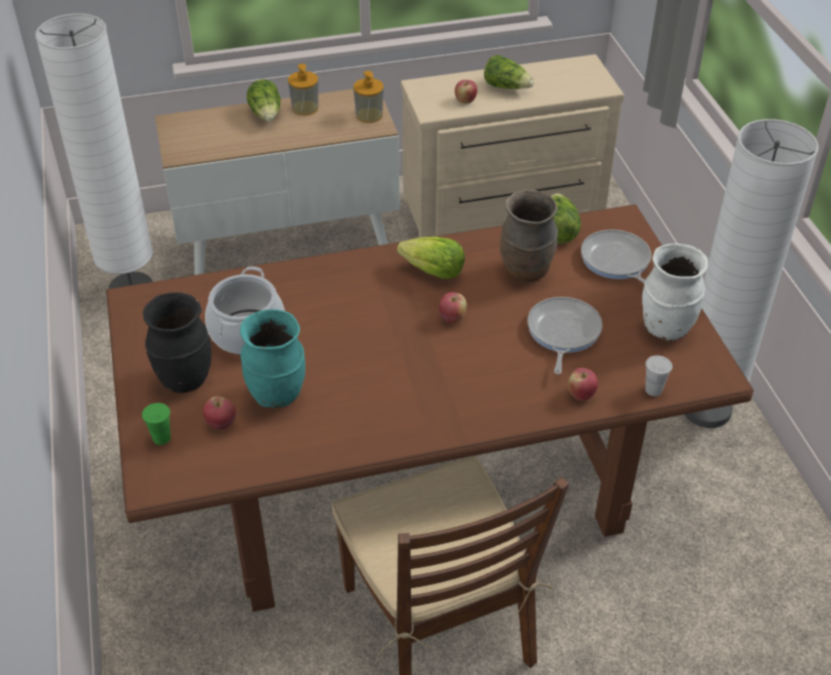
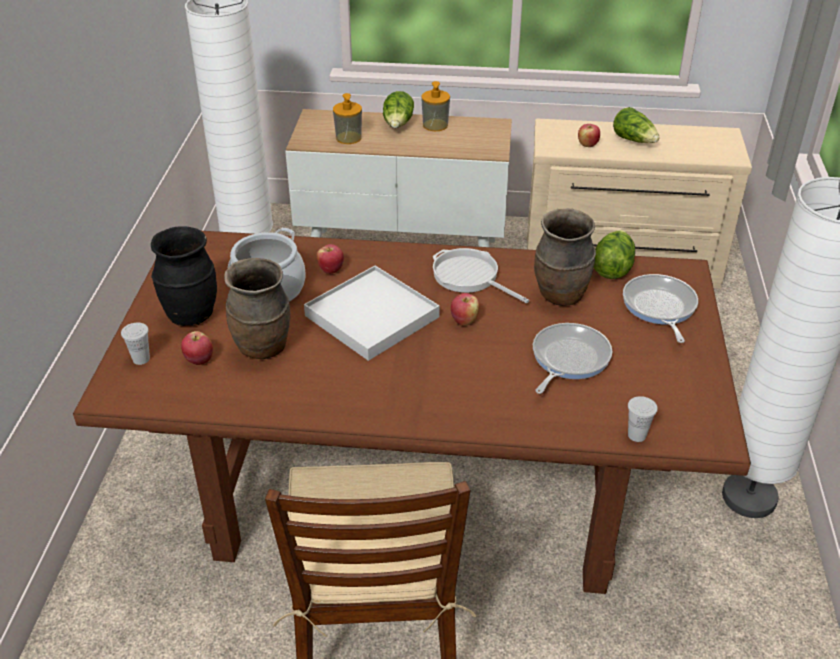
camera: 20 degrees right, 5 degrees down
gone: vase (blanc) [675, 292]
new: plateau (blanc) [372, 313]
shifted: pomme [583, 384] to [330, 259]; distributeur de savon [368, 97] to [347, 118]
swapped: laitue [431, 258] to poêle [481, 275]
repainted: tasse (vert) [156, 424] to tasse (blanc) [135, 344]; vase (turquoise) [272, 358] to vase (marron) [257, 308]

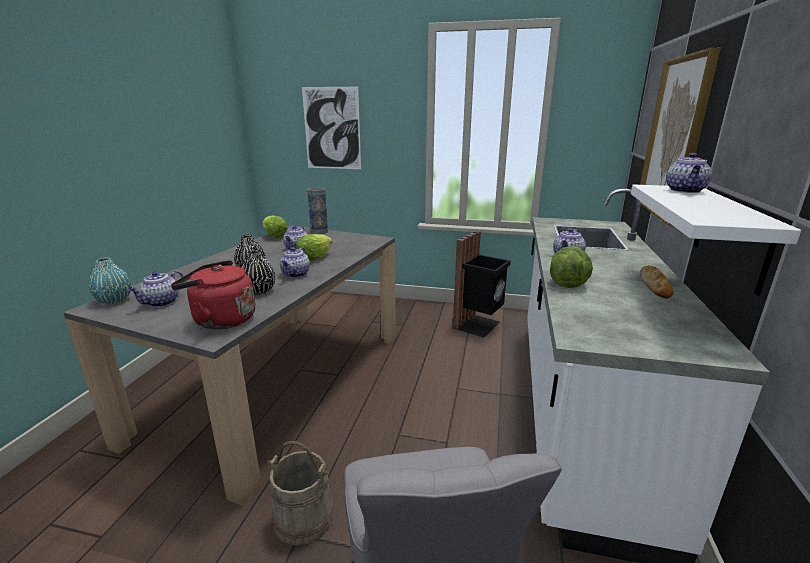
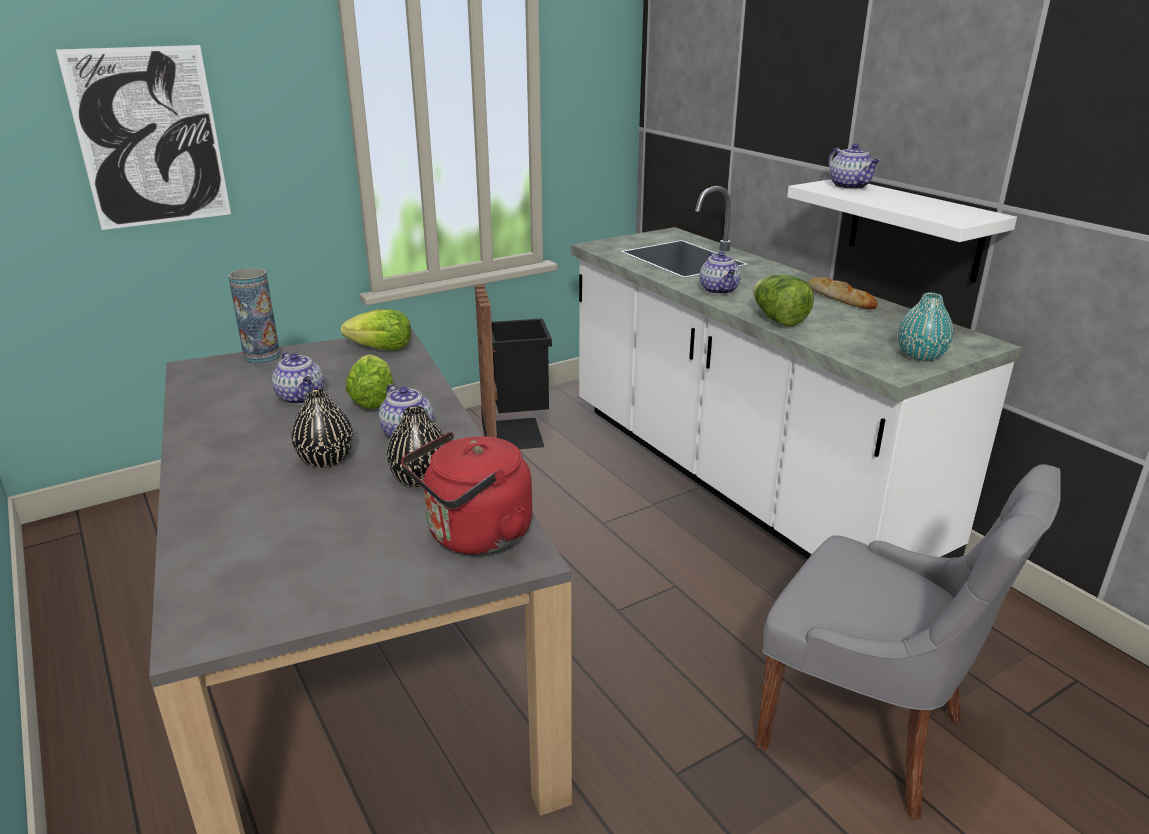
camera: 45 degrees left, 5 degrees up
gone: théière [156, 289]; seau (beige) [300, 493]; tableau [680, 137]
shifted: laitue [275, 226] to [376, 330]; vase (turquoise) [110, 280] to [925, 326]

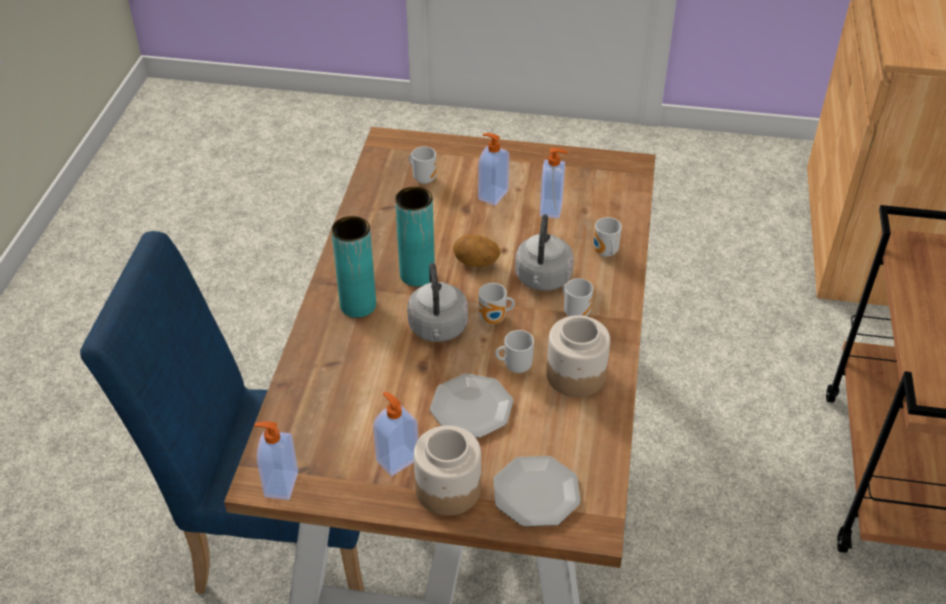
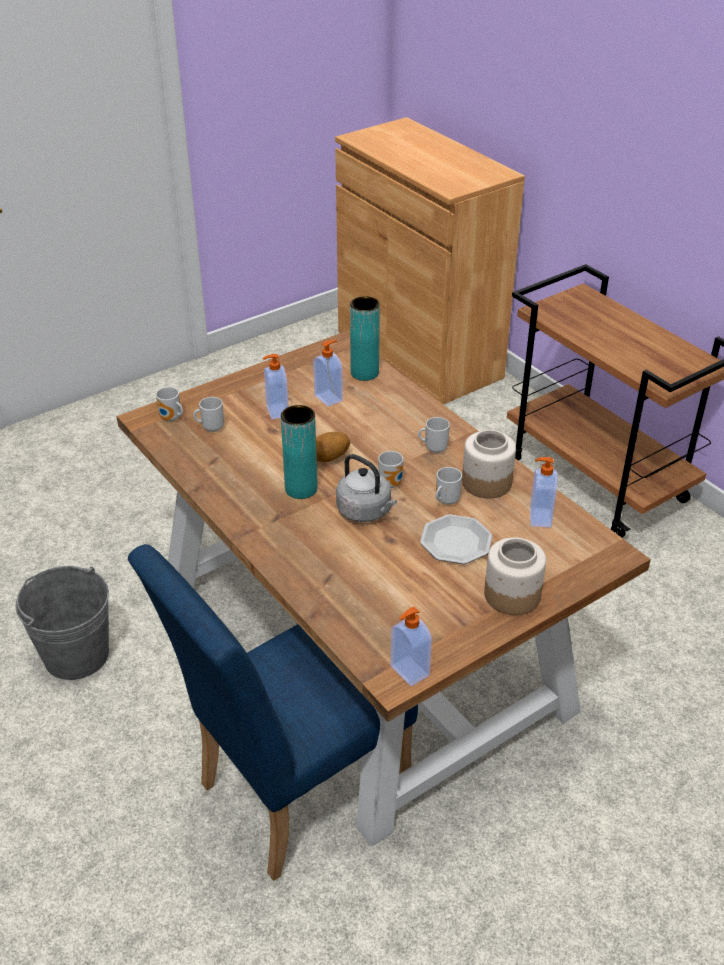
camera: 45 degrees left, 5 degrees down
gone: assiette [537, 491]; bouilloire (gris) [544, 252]
new: seau (gris) [62, 623]
shifted: mug [608, 237] to [169, 404]; vase (turquoise) [353, 267] to [365, 338]; distributeur de savon [395, 434] to [543, 492]

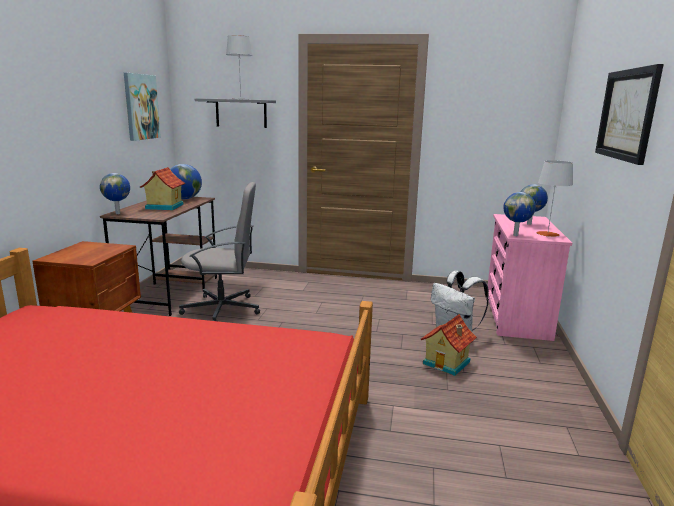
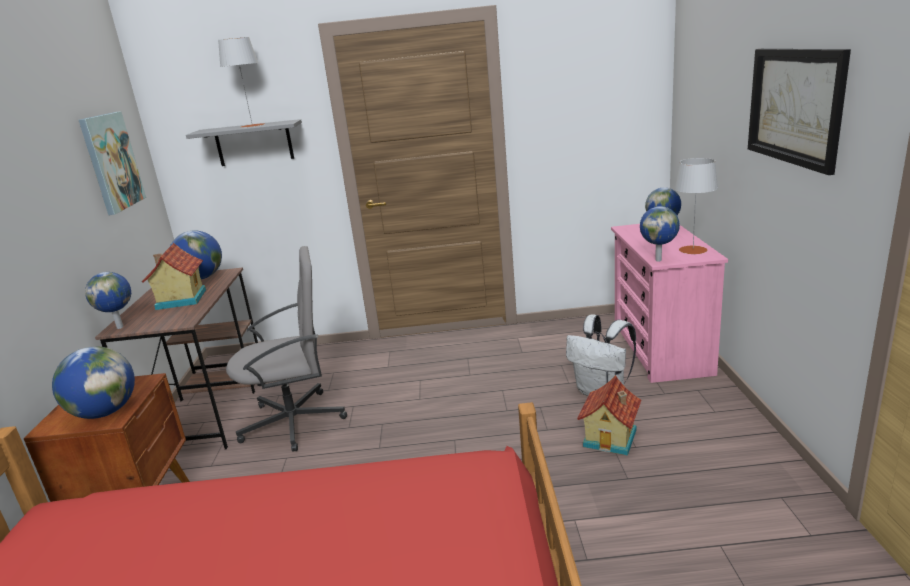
camera: 10 degrees left, 5 degrees up
new: globe [93, 383]

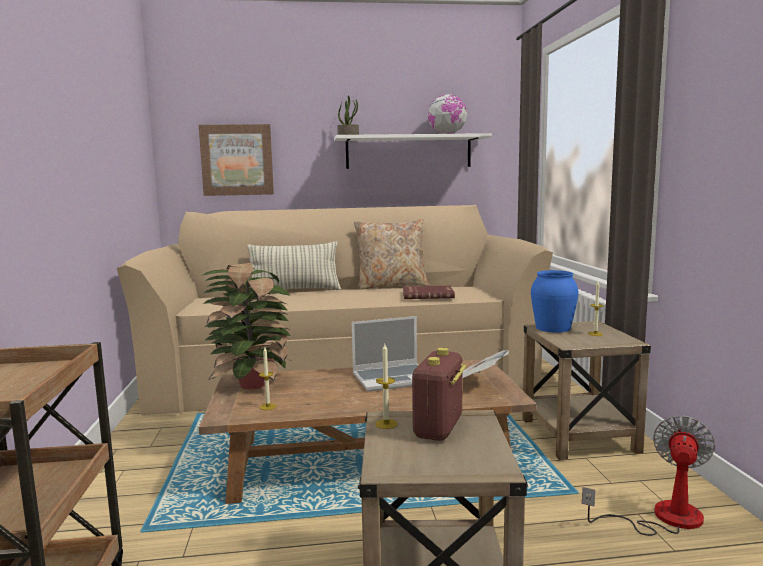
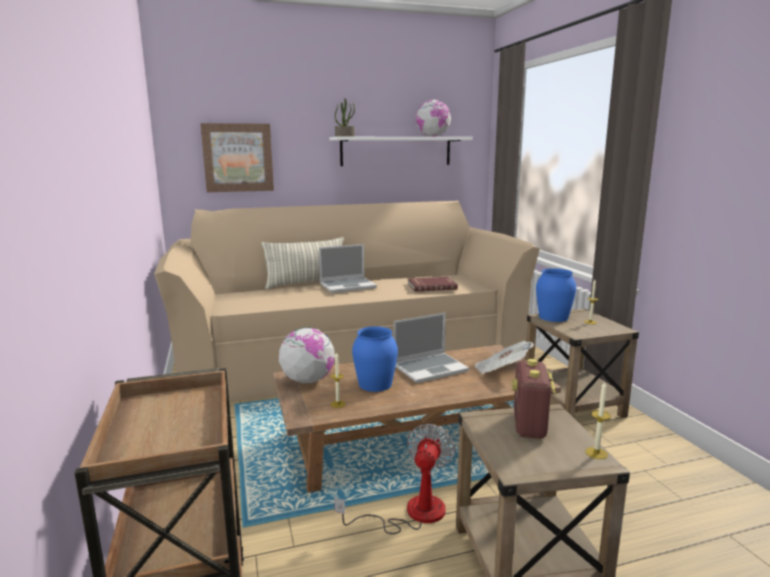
camera: 10 degrees left, 5 degrees up
gone: coussin (beige) [391, 254]
new: ordinateur portable [348, 268]; vase (bleu) [375, 359]
shifted: ventilateur [648, 475] to [394, 479]; bougie [386, 386] to [598, 420]
swapped: plante en pot [246, 326] to globe [307, 355]

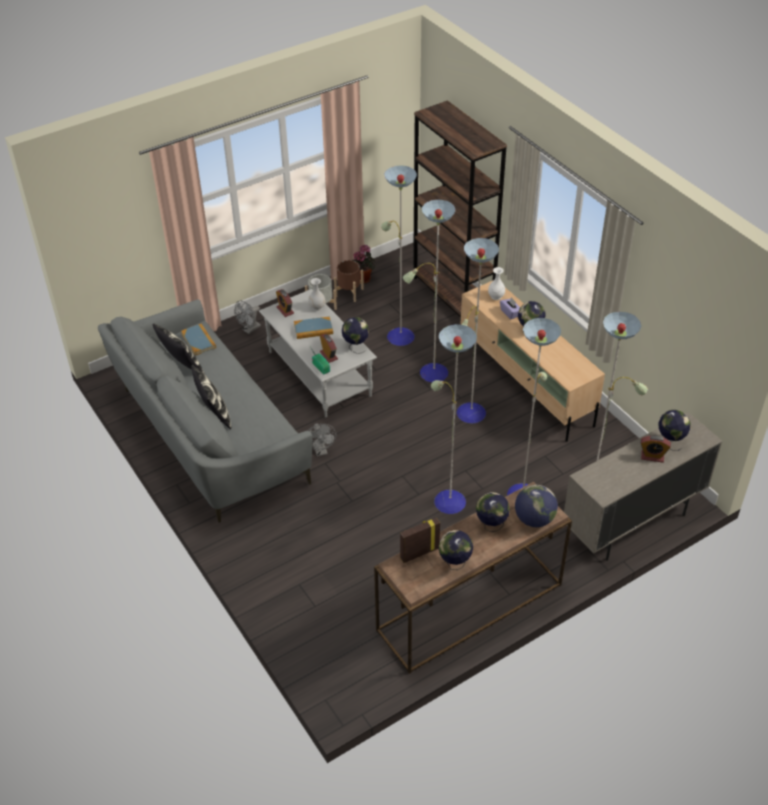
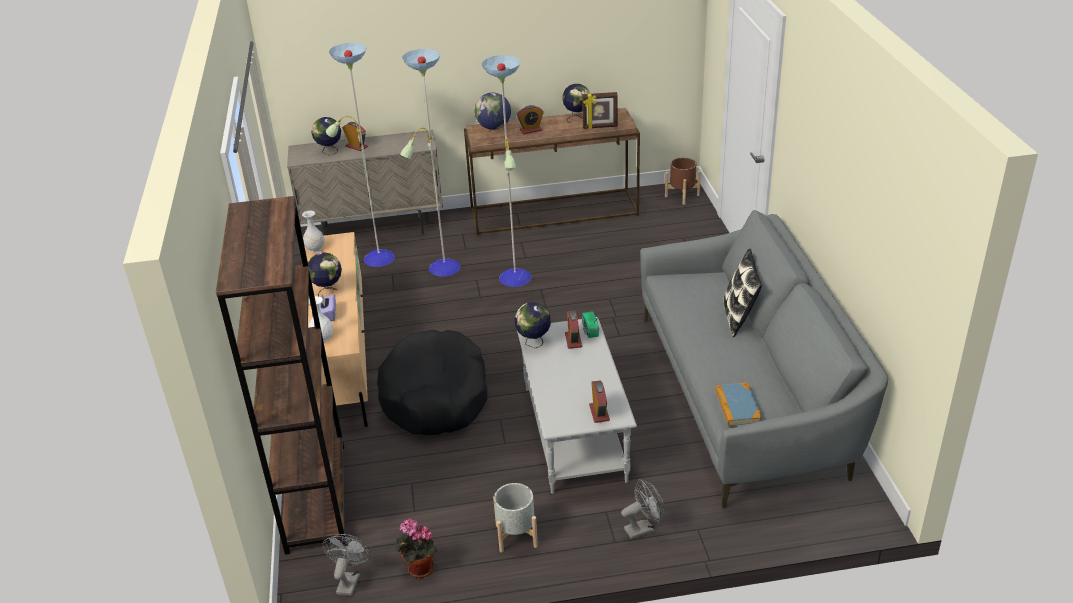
camera: 155 degrees left, 10 degrees down
gone: coussin [178, 348]; livre [313, 327]
shifted: vase (blanc) [317, 294] to [313, 232]; ventilateur (gris) [322, 439] to [346, 565]; cache-pot (marron) [349, 281] to [683, 181]
swapped: lampadaire [440, 294] to panier pour chien (noir) [432, 382]; globe [493, 512] to réveil [530, 119]

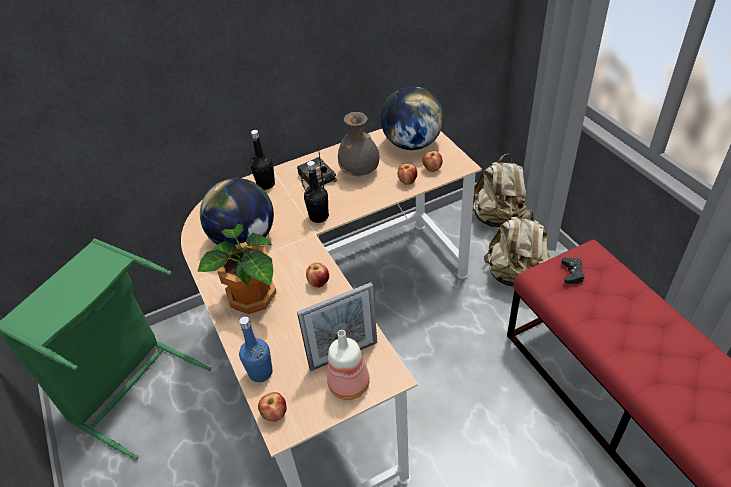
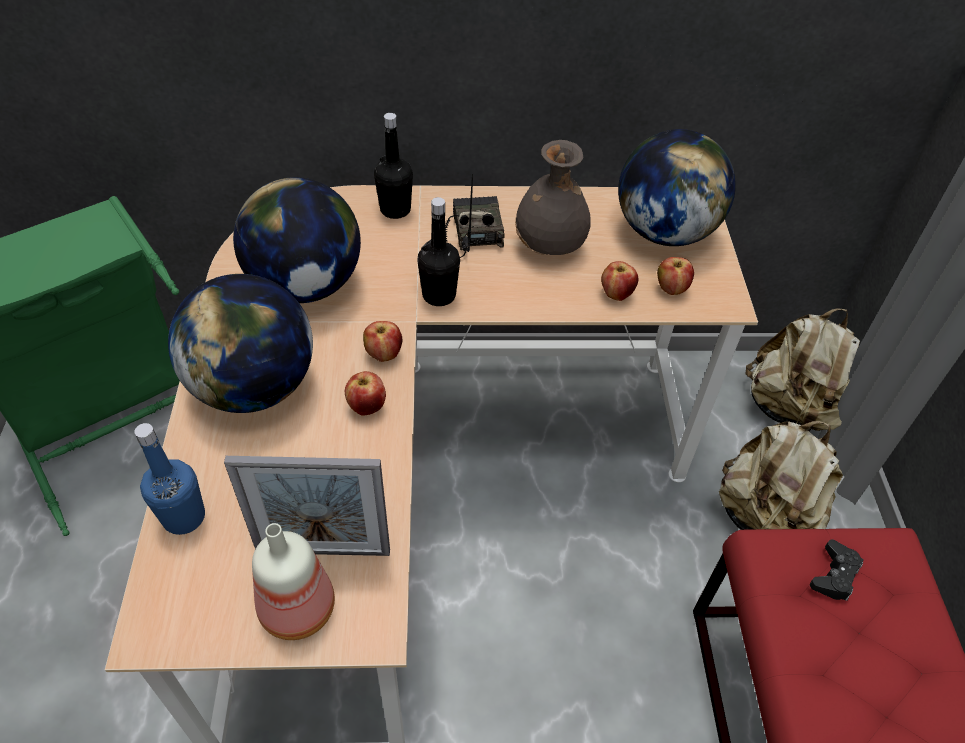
camera: 20 degrees right, 5 degrees up
shifted: pomme [272, 406] to [382, 341]
swapped: plante en pot [237, 269] to globe [240, 343]

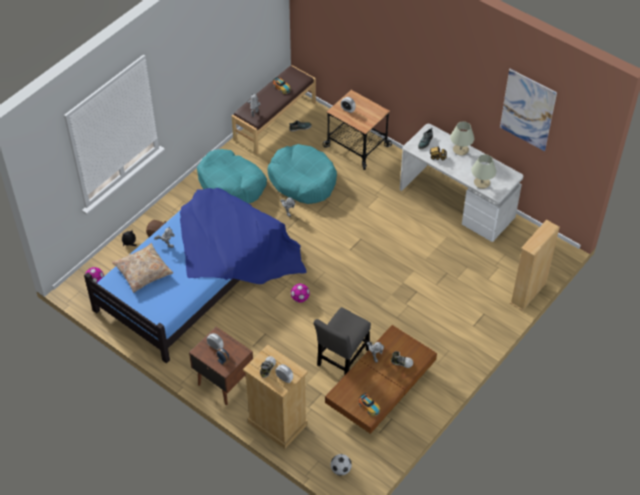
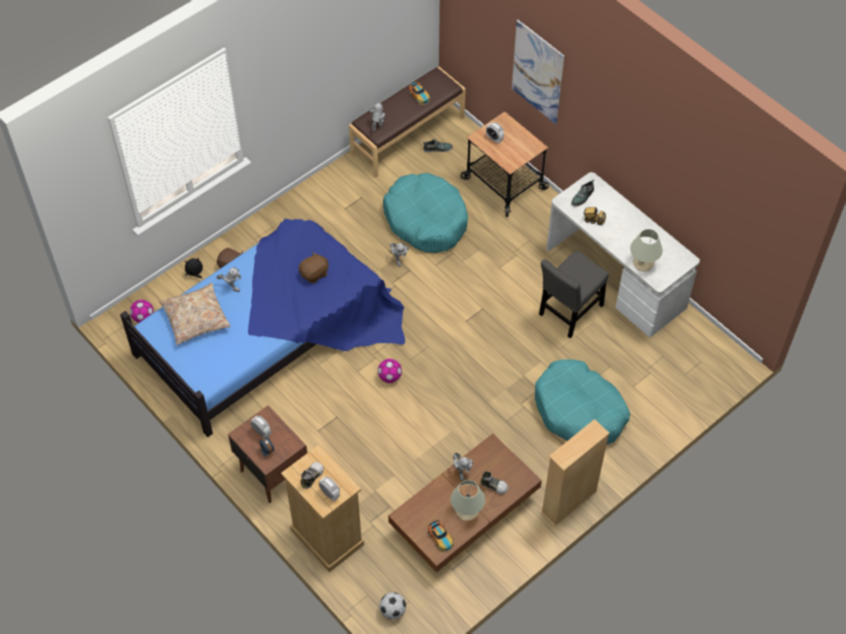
camera: 10 degrees right, 5 degrees up
new: peluche (marron) [313, 268]
shifted: lampe de table (beige) [462, 138] to [468, 500]; tableau [528, 110] to [538, 71]; panier pour chien (turquoise) [232, 176] to [582, 402]; chaise (gris) [342, 341] to [574, 294]; bibliothèque (beige) [535, 265] to [575, 473]

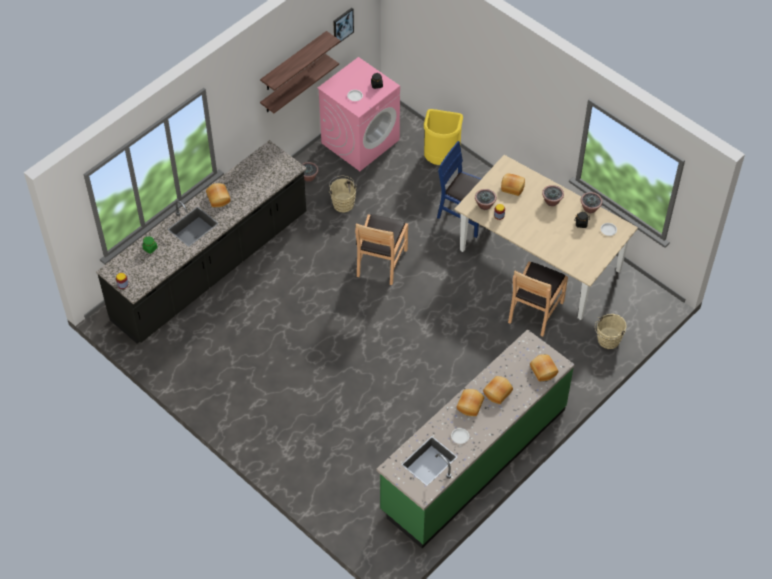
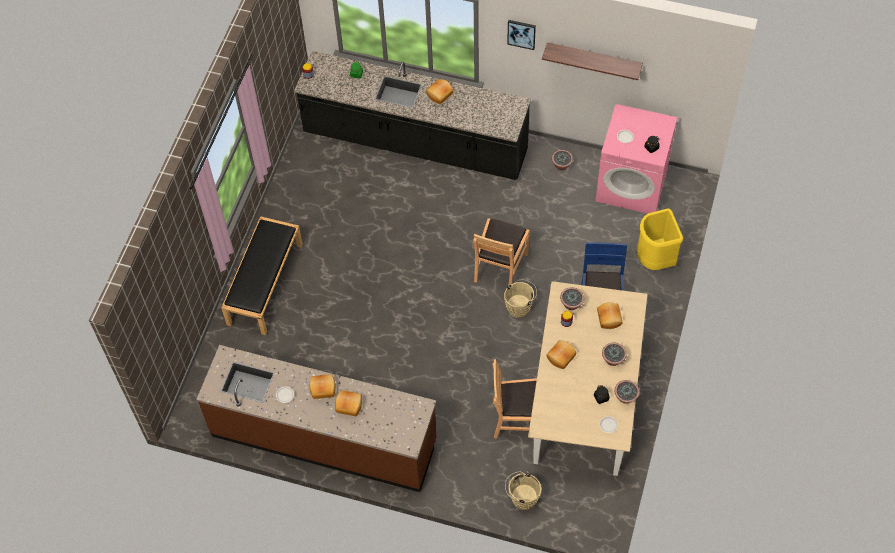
camera: 65 degrees right, 5 degrees up
gone: étagère [299, 83]
new: banc (noir) [262, 275]
shifted: seau (beige) [343, 194] to [520, 298]; tableau [343, 26] to [521, 35]; pain [544, 367] to [561, 354]
repainted: comptoir de cuisine (vert) [476, 438] to comptoir de cuisine (marron) [316, 418]
rotated: chaise (marron) [381, 249] = [501, 251] 60 degrees counterclockwise

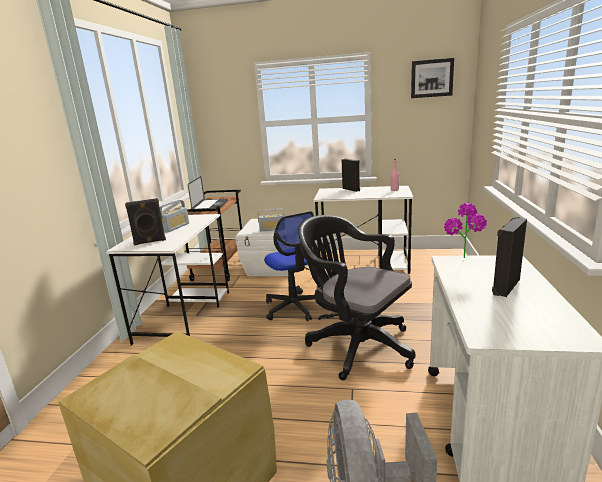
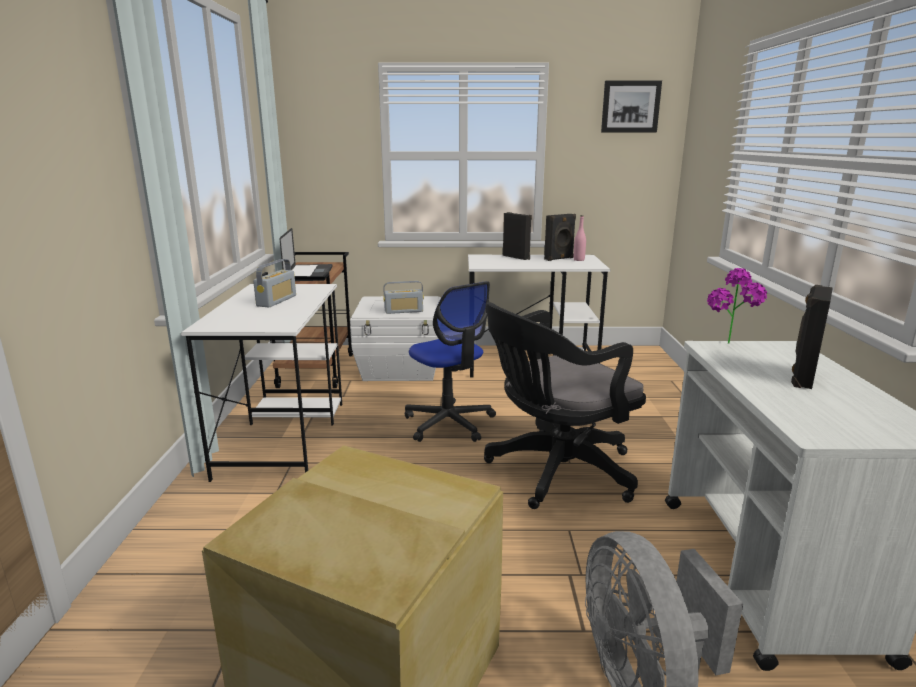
camera: 10 degrees left, 0 degrees up
shifted: enceinte (noir) [145, 222] to [560, 237]
rotated: chaise de bureau (noir) [357, 297] = [565, 405] 60 degrees counterclockwise

